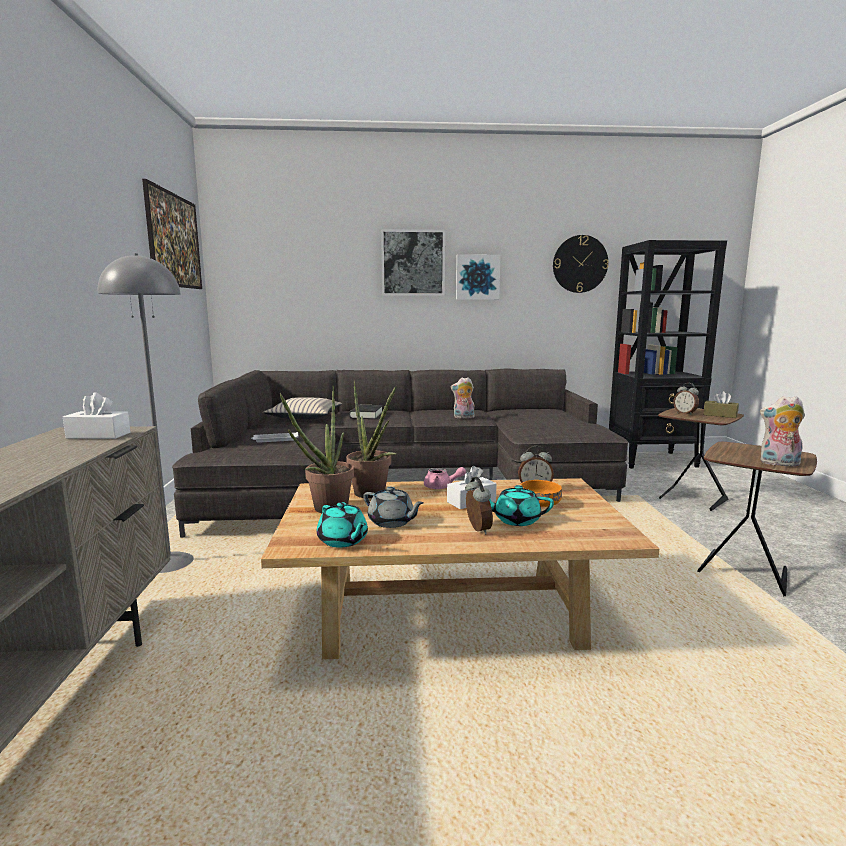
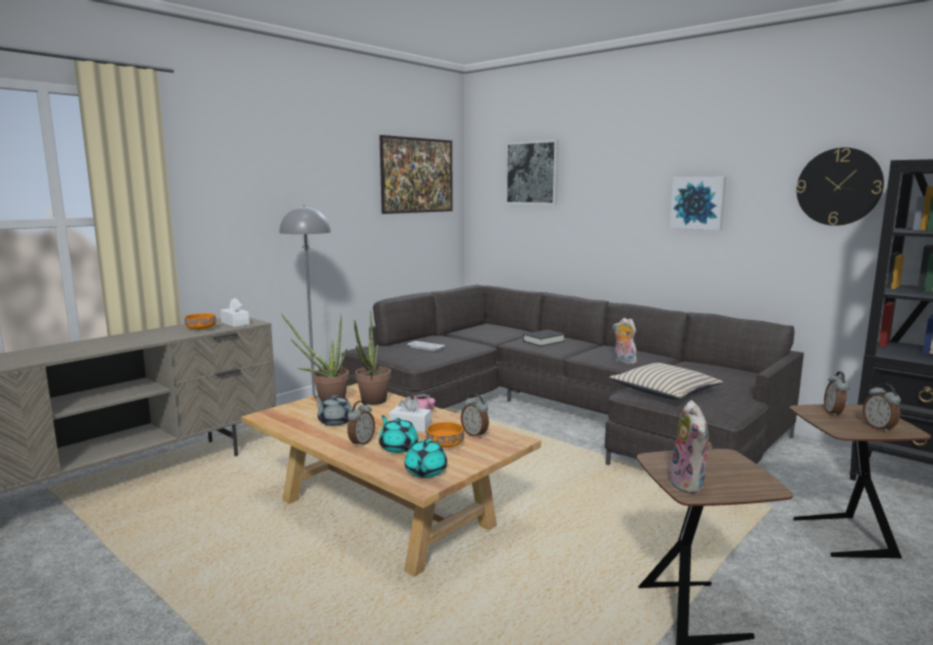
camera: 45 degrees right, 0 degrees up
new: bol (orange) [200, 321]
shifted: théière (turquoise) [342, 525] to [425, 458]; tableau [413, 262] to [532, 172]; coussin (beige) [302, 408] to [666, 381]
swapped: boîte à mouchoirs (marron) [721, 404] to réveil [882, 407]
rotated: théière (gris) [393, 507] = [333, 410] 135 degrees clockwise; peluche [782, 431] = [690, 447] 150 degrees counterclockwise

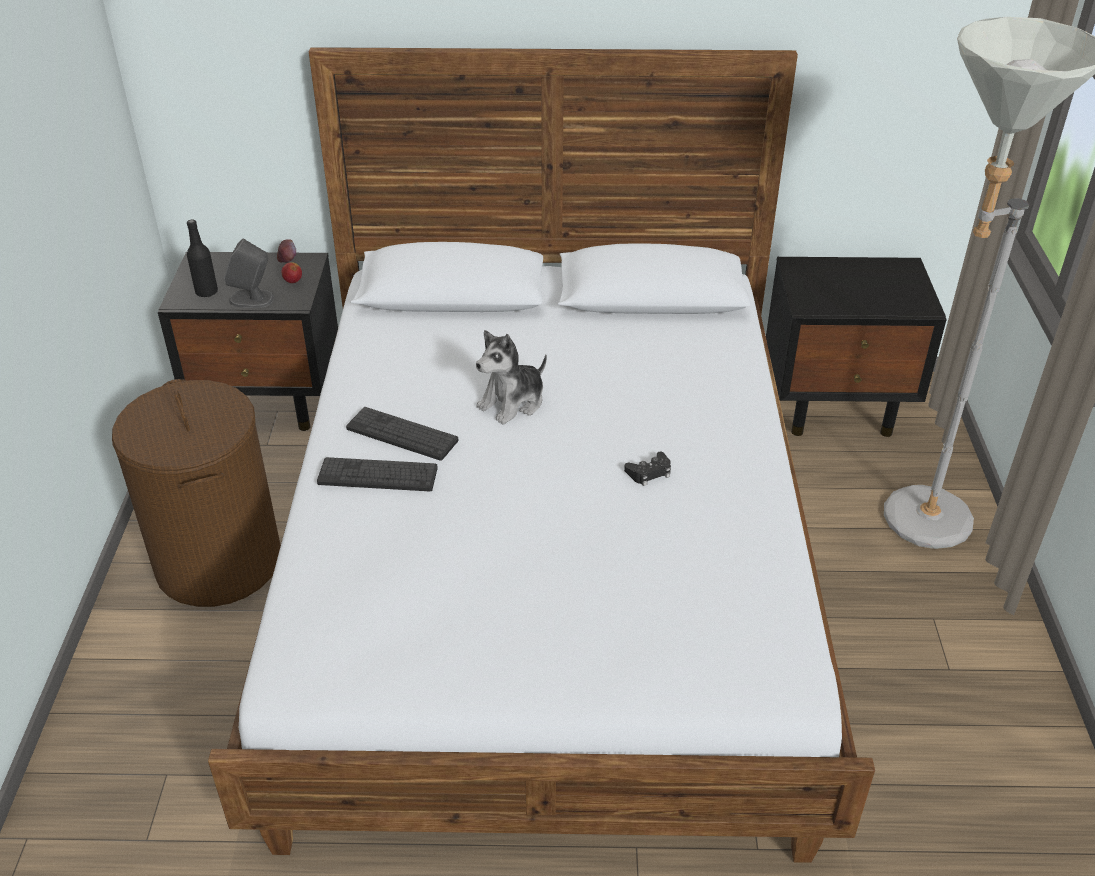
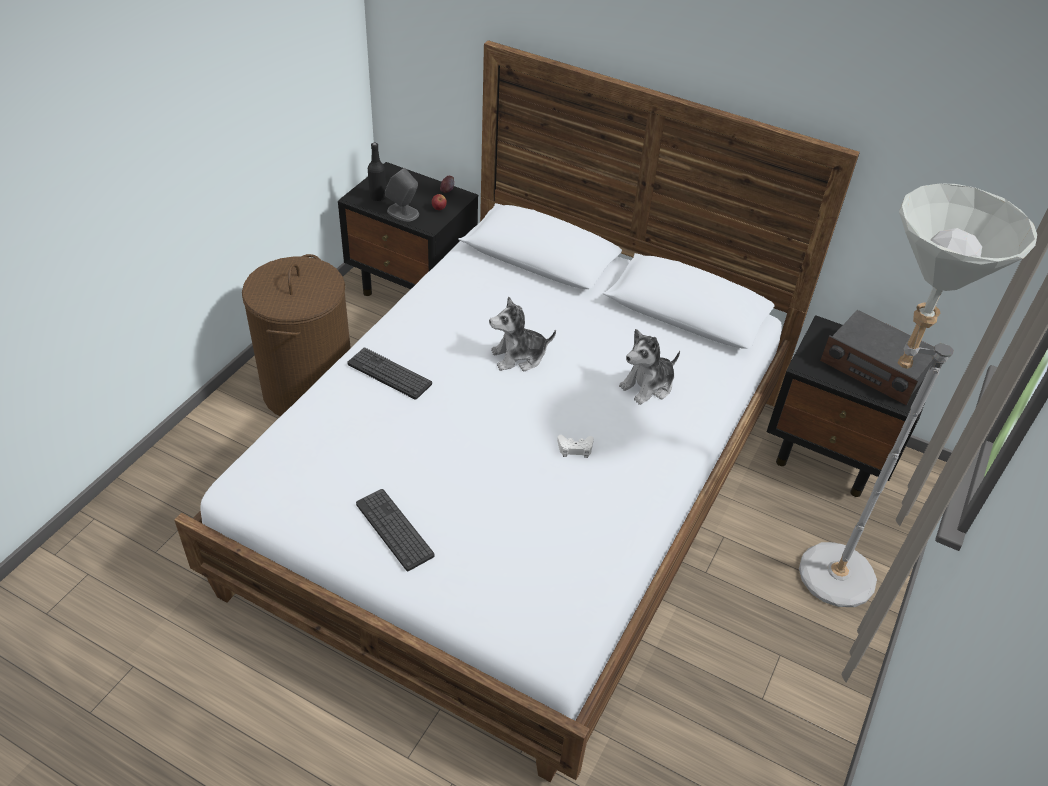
camera: 25 degrees right, 5 degrees up
new: peluche [649, 367]; radio [877, 358]
shifted: clavier [402, 434] to [395, 530]
repainted: manette (noir) [647, 469] to manette (blanc) [575, 446]

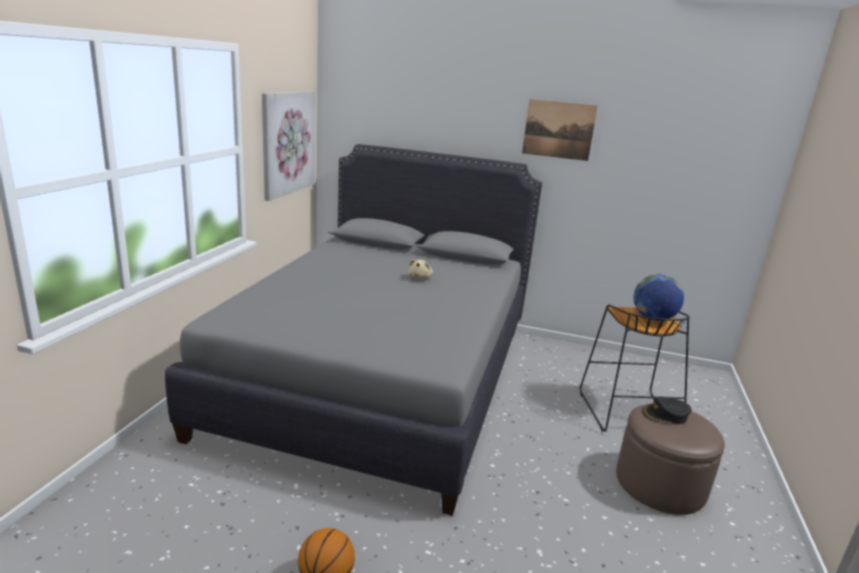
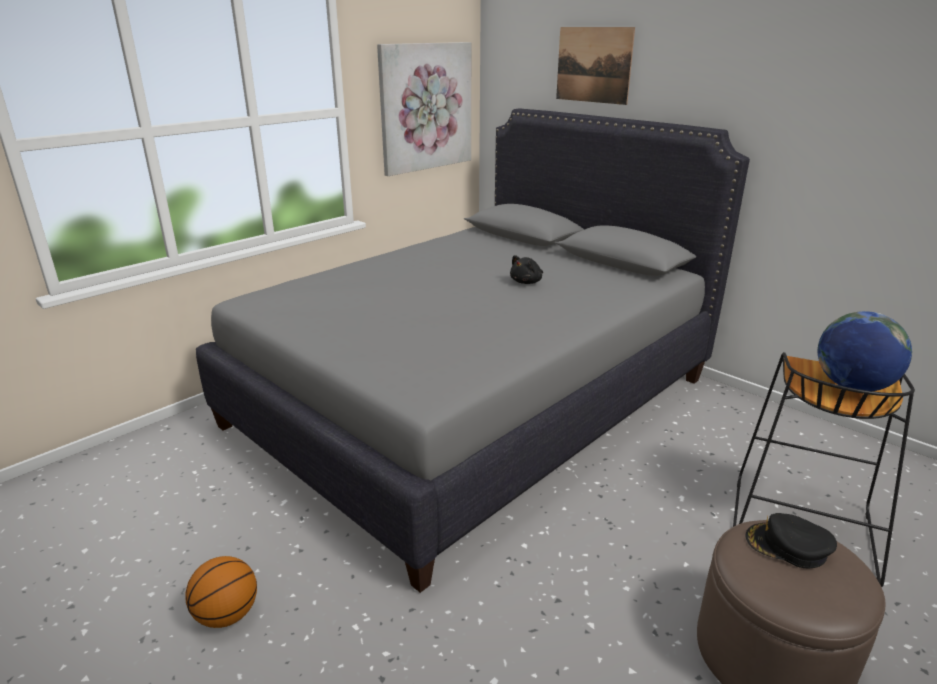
camera: 30 degrees right, 5 degrees up
shifted: tableau [560, 130] to [595, 66]
repainted: peluche (beige) [420, 269] to peluche (noir) [526, 269]

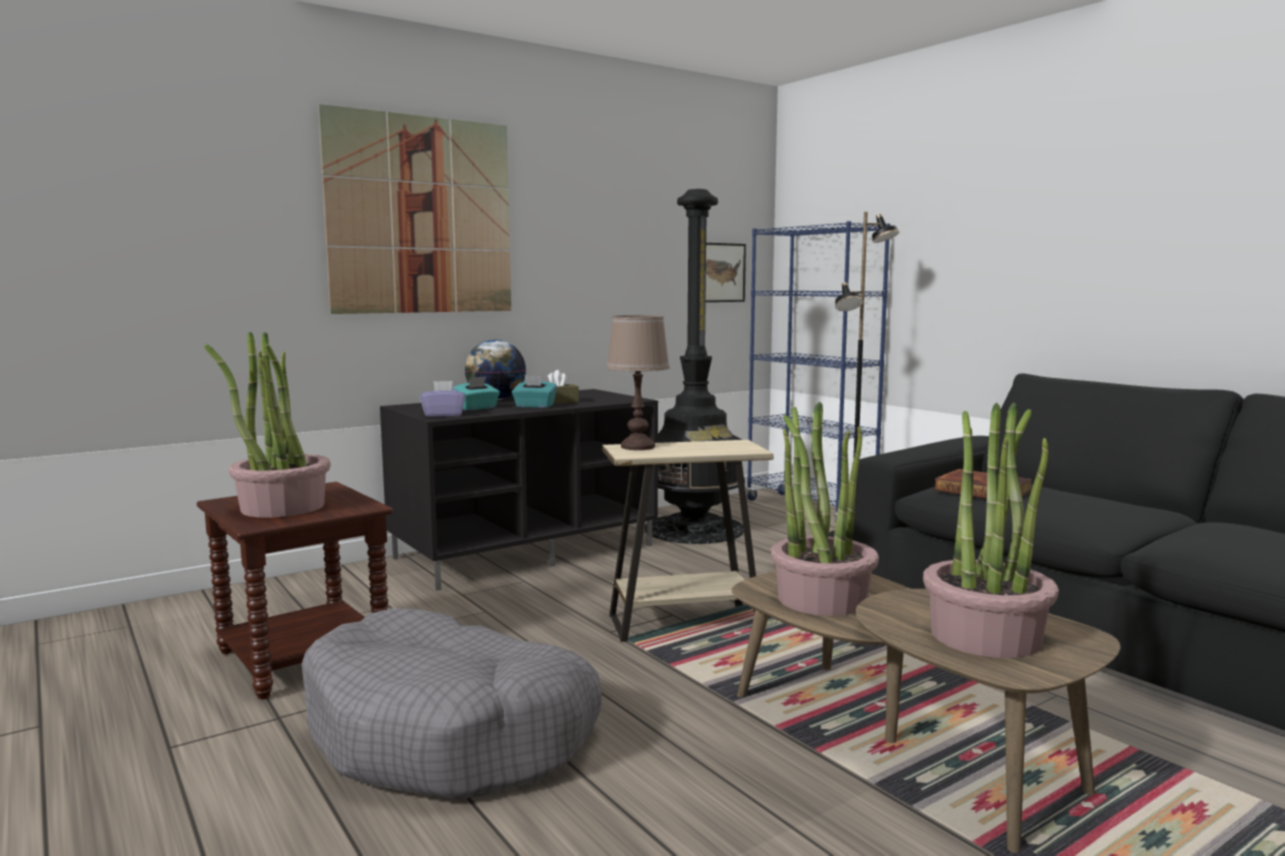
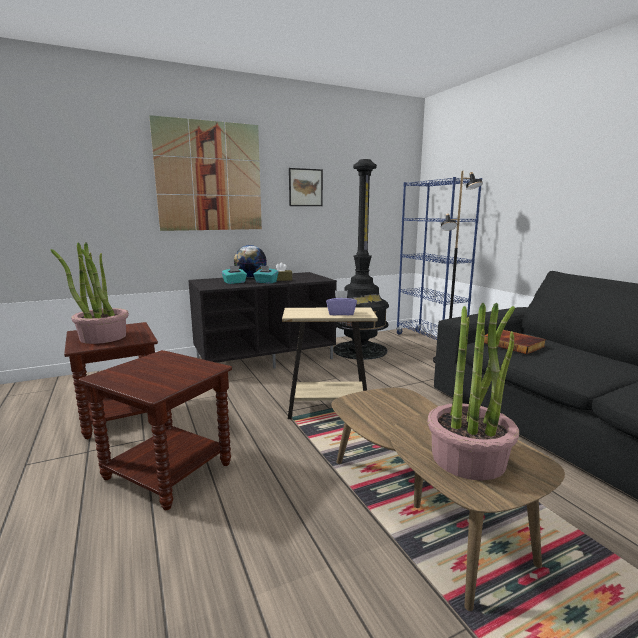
camera: 10 degrees right, 5 degrees up
gone: lampe de table (marron) [638, 382]; plante en pot [825, 509]
shifted: tableau [726, 272] to [306, 187]; boîte à mouchoirs (violet) [442, 399] to [341, 303]
swapped: panier pour chien (gris) [452, 703] to table d'appoint (marron) [155, 430]

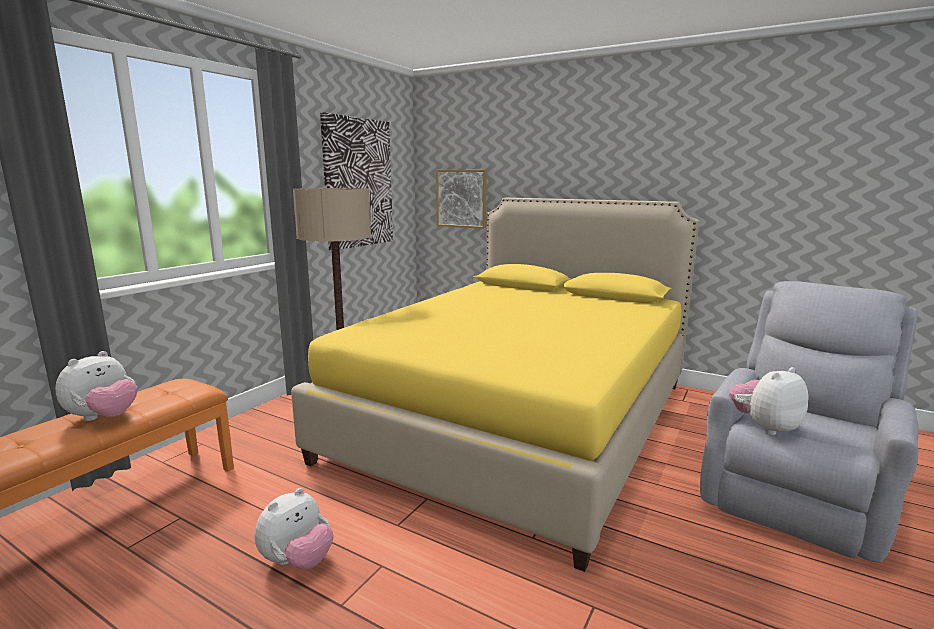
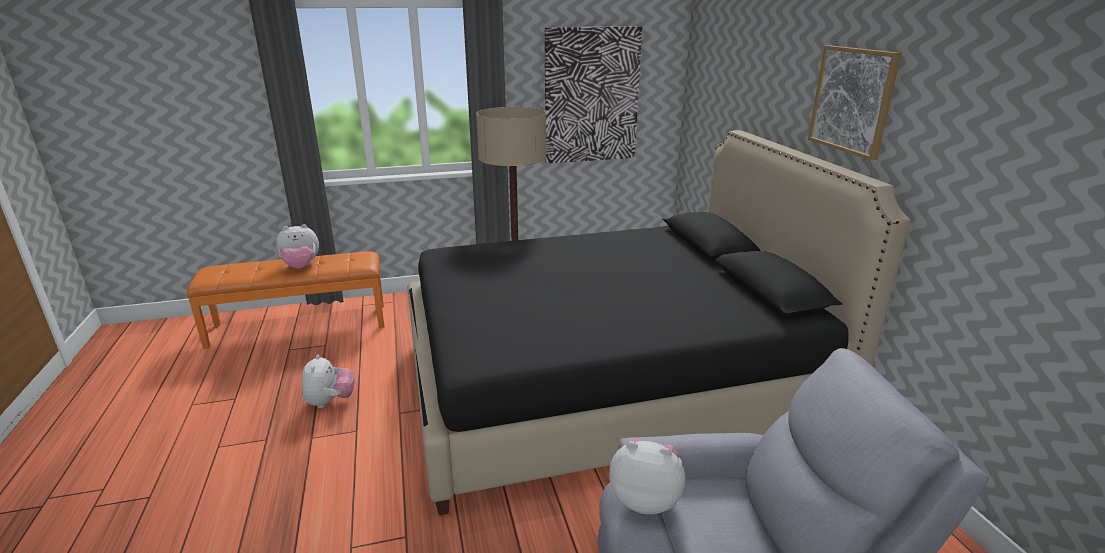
camera: 45 degrees right, 10 degrees up
shifted: tableau [461, 199] to [854, 102]
repainted: lit (jaune) [495, 385] to lit (noir) [658, 322]
rotated: peluche [293, 528] = [328, 381] 90 degrees counterclockwise

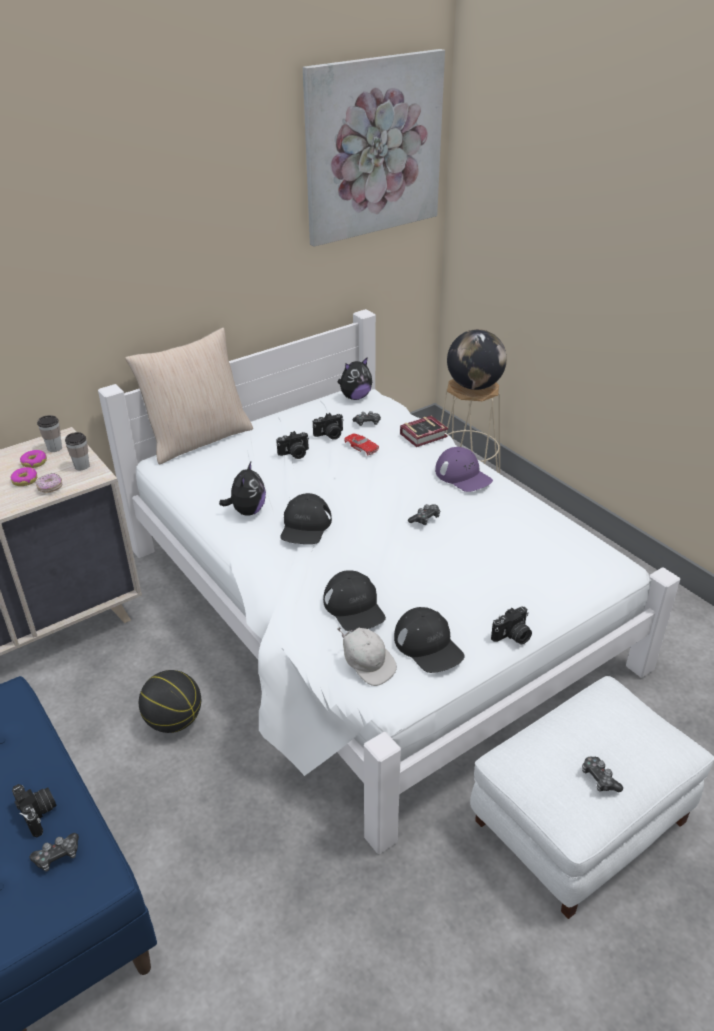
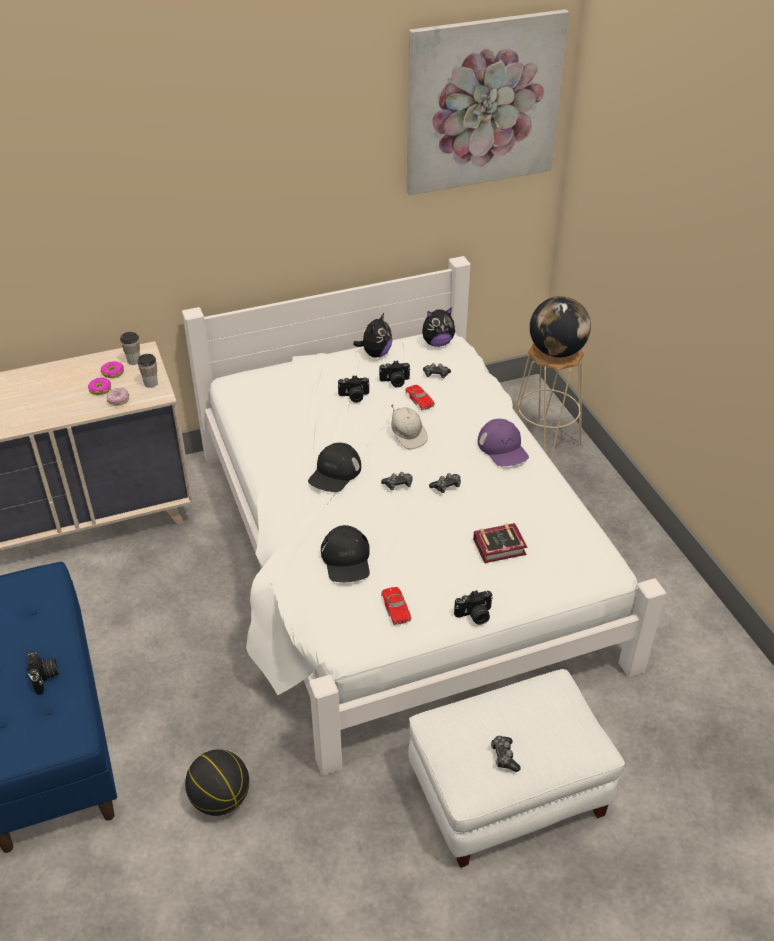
camera: 15 degrees right, 5 degrees up
gone: coussin (beige) [189, 396]
shifted: ballon de basket [170, 701] to [217, 782]; peluche [242, 488] to [372, 335]; manette [54, 852] to [396, 481]; casquette (blanc) [367, 656] to [409, 426]; livre [424, 431] to [500, 543]
swapped: casquette (noir) [429, 640] to petite voiture (rouge) [396, 606]

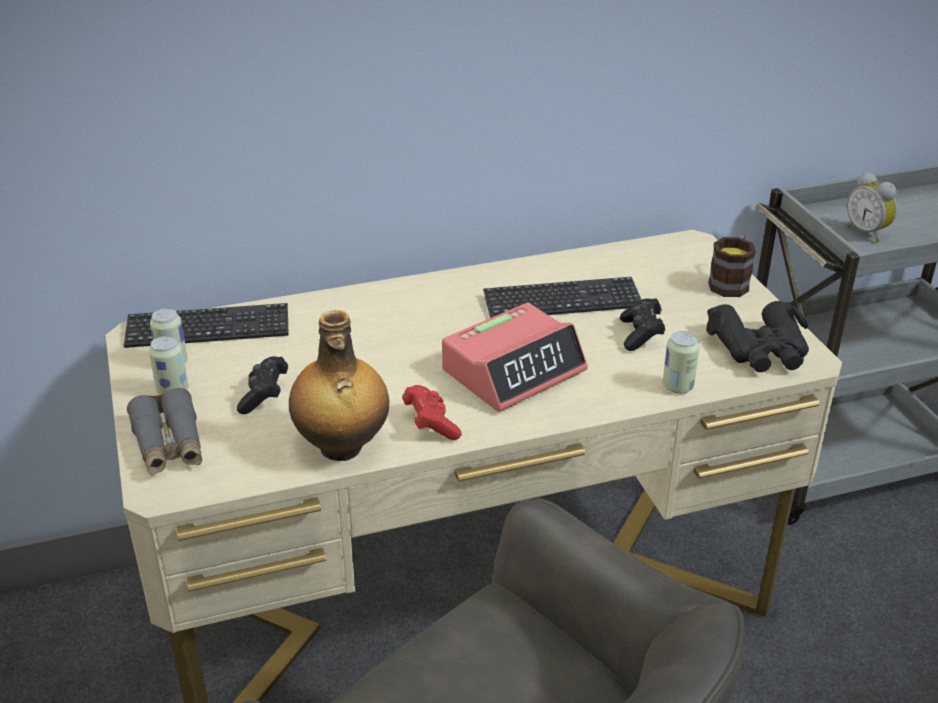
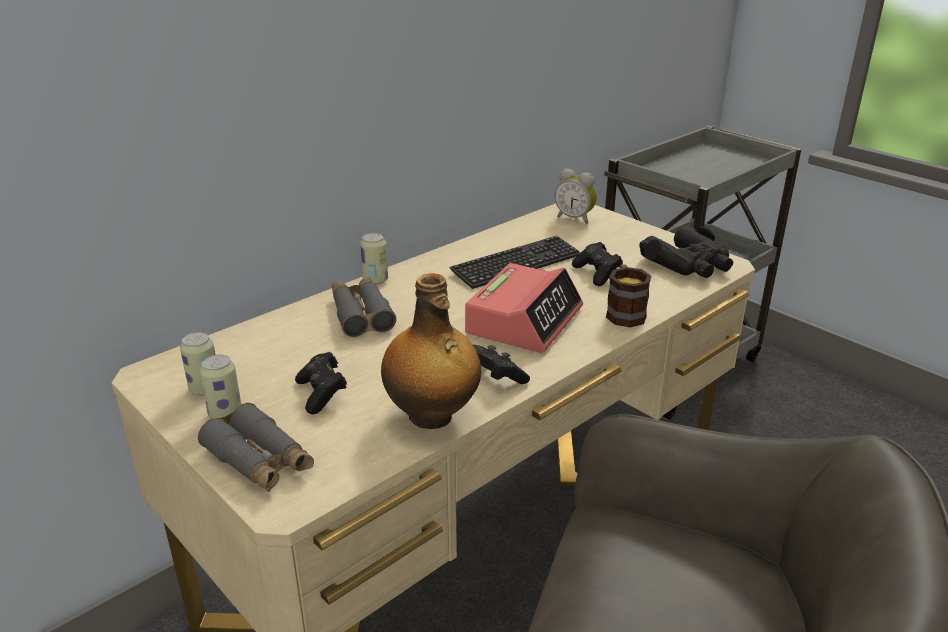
camera: 25 degrees left, 5 degrees down
gone: clavier [206, 325]
new: jumelles (gris) [364, 307]
shifted: boîte métallique [681, 362] to [374, 259]; réveil [872, 207] to [576, 196]; mug [732, 266] to [628, 295]
repainted: manette (rouge) [432, 412] to manette (noir) [501, 364]

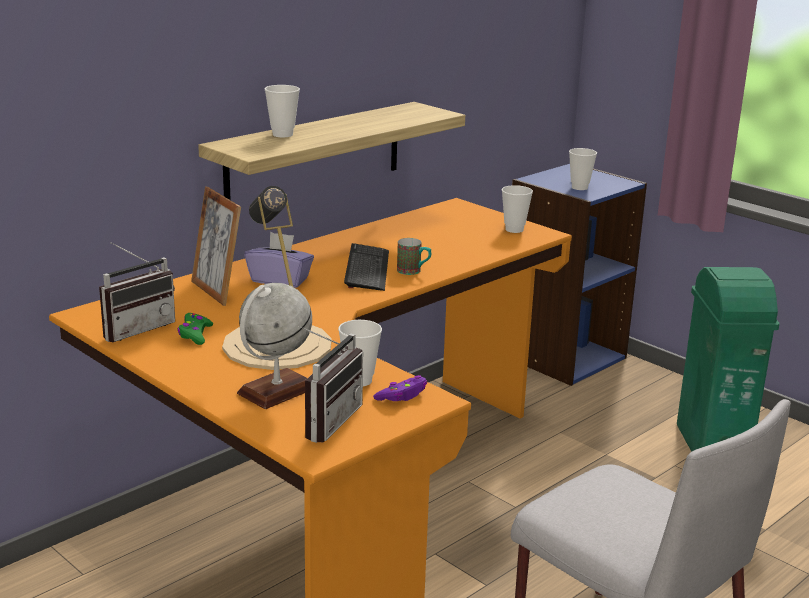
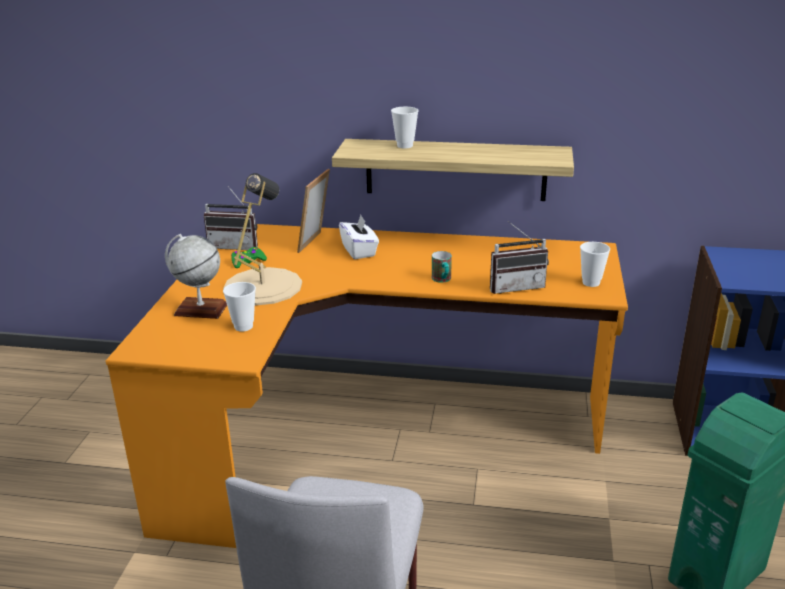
camera: 55 degrees right, 5 degrees up
gone: clavier [366, 267]; manette (violet) [400, 388]; tasse [583, 169]
shifted: radio [330, 384] to [519, 257]
repainted: boîte à mouchoirs (violet) [279, 260] to boîte à mouchoirs (blanc) [359, 237]

